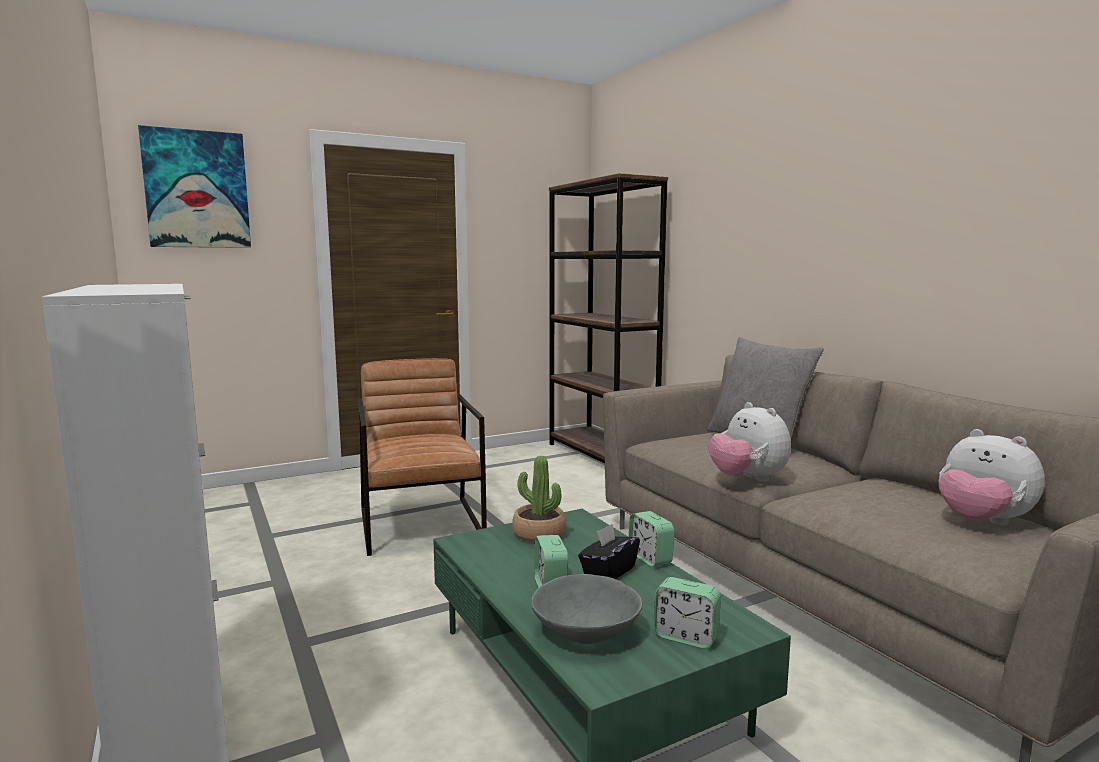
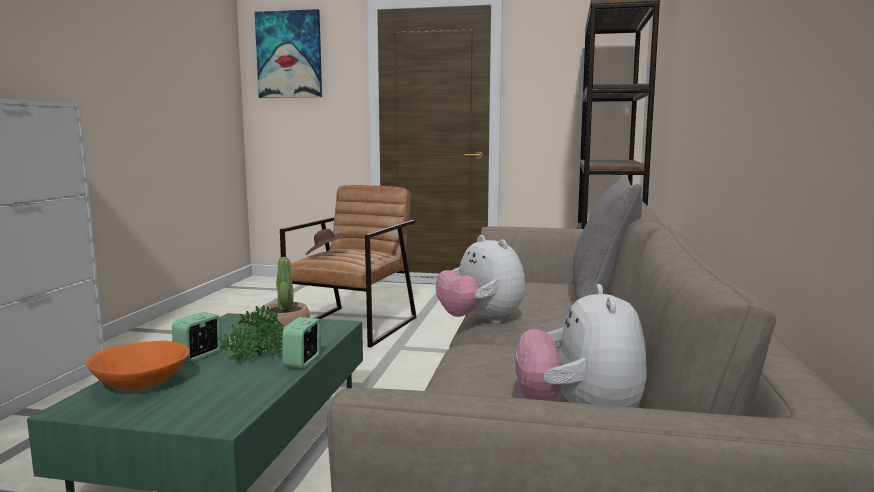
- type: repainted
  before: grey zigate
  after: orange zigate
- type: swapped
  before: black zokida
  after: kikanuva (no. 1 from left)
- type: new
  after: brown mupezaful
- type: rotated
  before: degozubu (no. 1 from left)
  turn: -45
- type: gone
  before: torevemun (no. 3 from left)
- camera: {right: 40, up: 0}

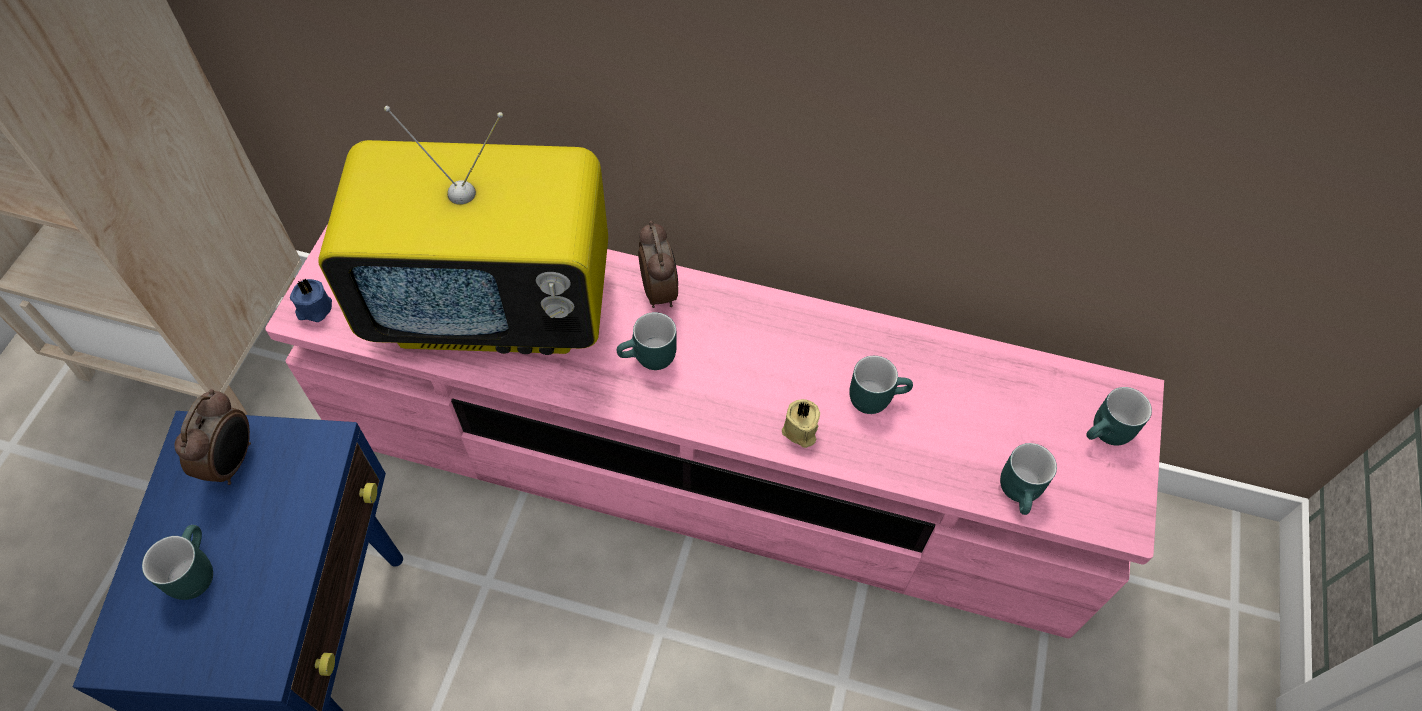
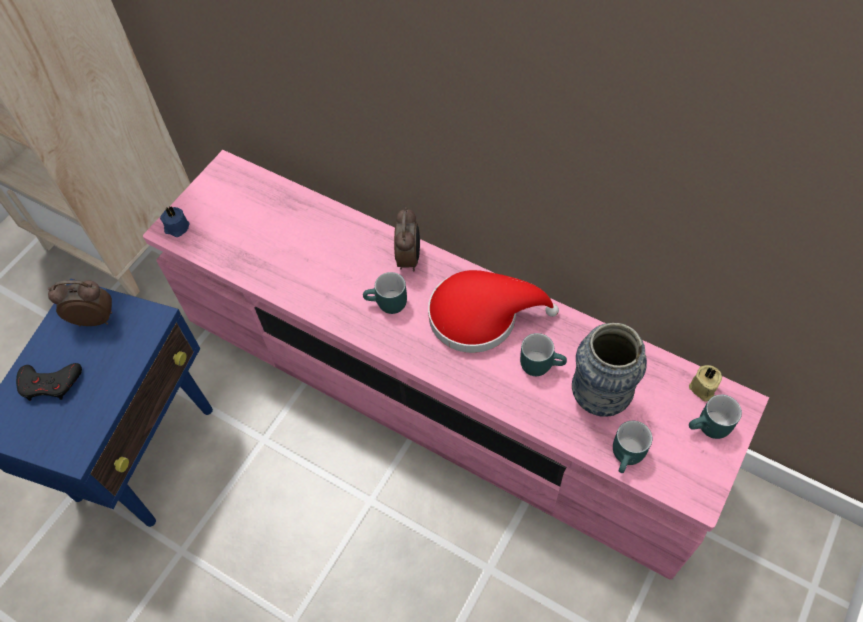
- type: swapped
  before: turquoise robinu (no. 1 from left)
  after: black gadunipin
- type: rotated
  before: torevemun (no. 1 from left)
  turn: -120
- type: new
  after: red mupezaful
- type: new
  after: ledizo
- type: shifted
  before: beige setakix
- type: gone
  before: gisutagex
- camera: {right: 20, up: 0}

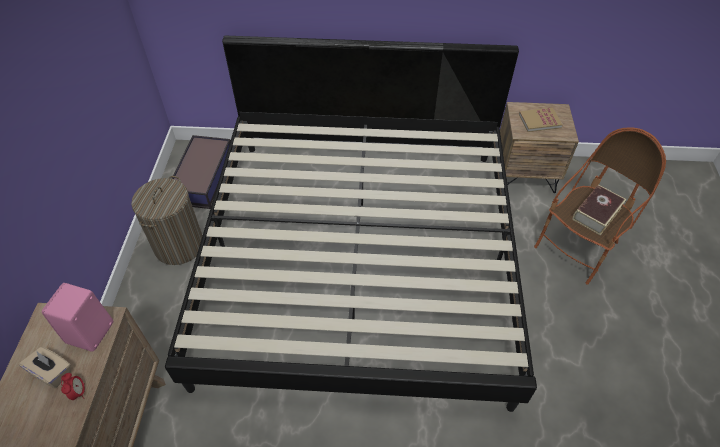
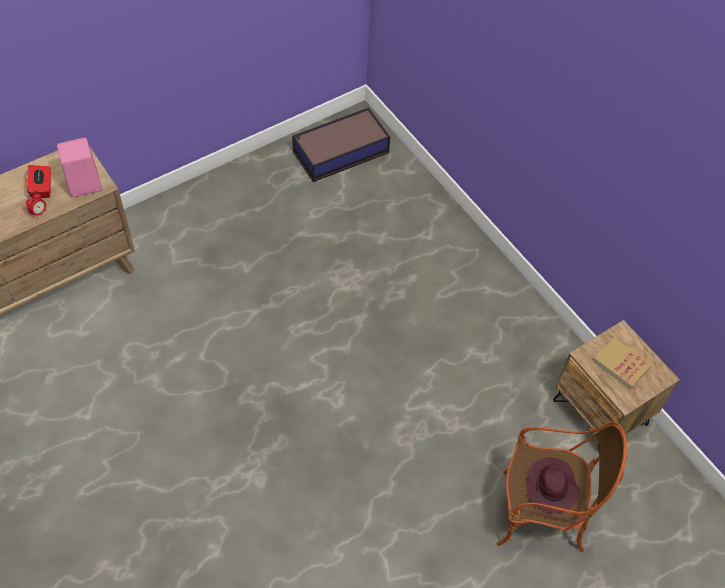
- type: repainted
  before: beige zokida
  after: red zokida
- type: swapped
  before: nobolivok (no. 2 from left)
  after: purple mupezaful
- type: gone
  before: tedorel
- type: gone
  before: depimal
- camera: {right: 50, up: 5}

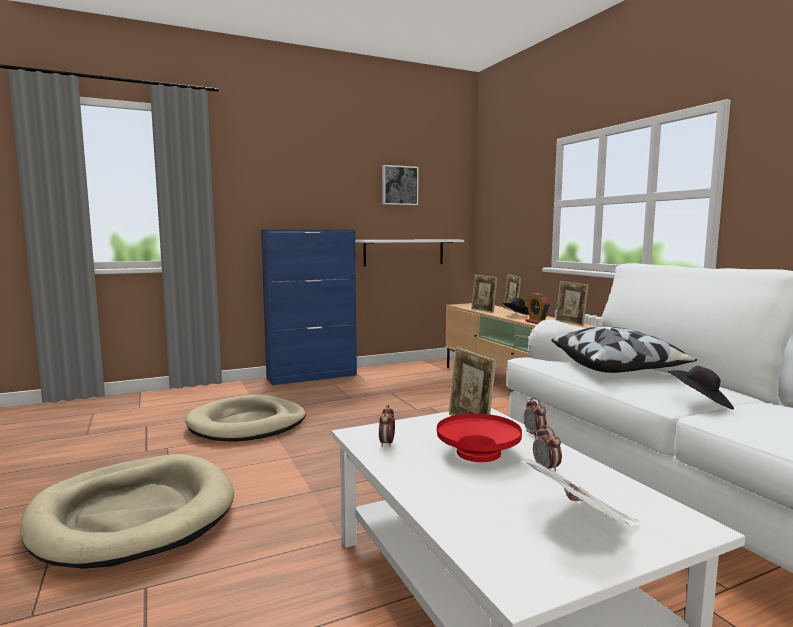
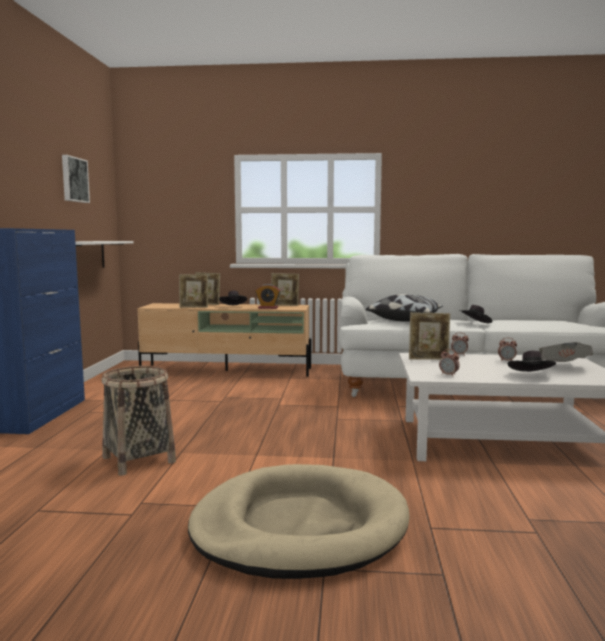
- type: swapped
  before: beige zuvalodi (no. 2 from left)
  after: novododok
- type: new
  after: black mupezaful (no. 3 from left)
- type: gone
  before: red zigate
- camera: {right: -60, up: 0}

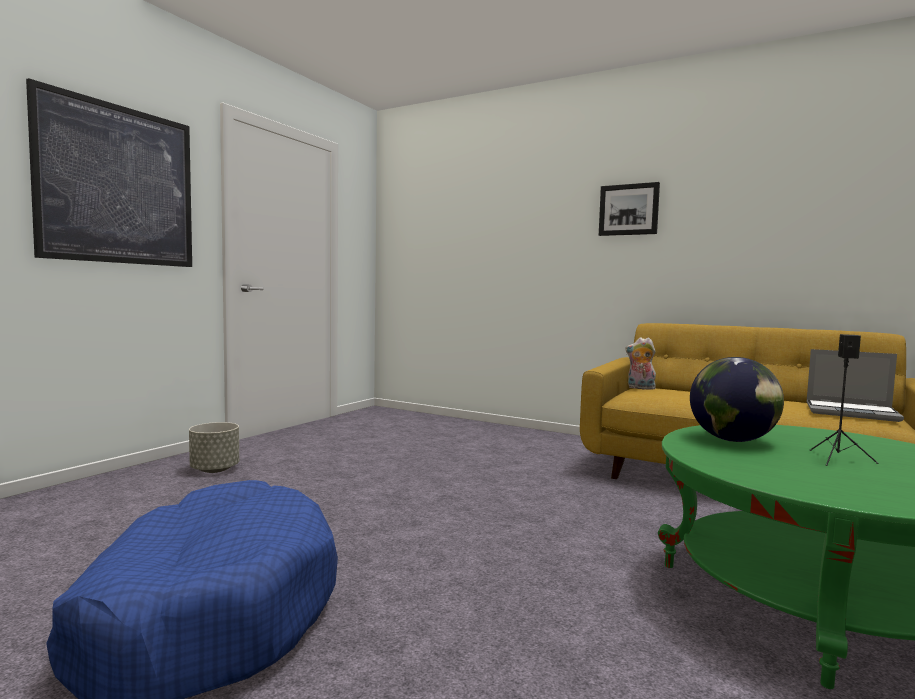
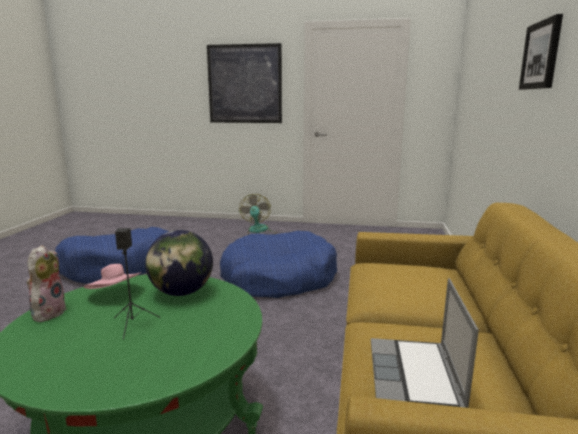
- type: shifted
  before: degozubu
- type: new
  after: pink mupezaful
- type: new
  after: blue zuvalodi (no. 2 from left)
- type: swapped
  before: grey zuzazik
  after: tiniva
- camera: {right: 70, up: 10}

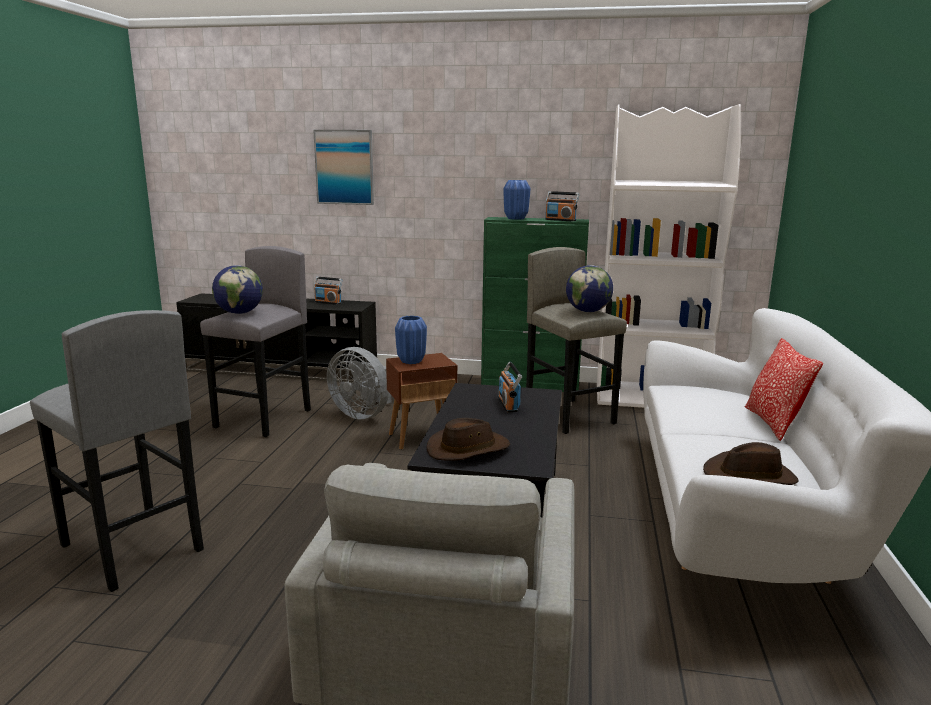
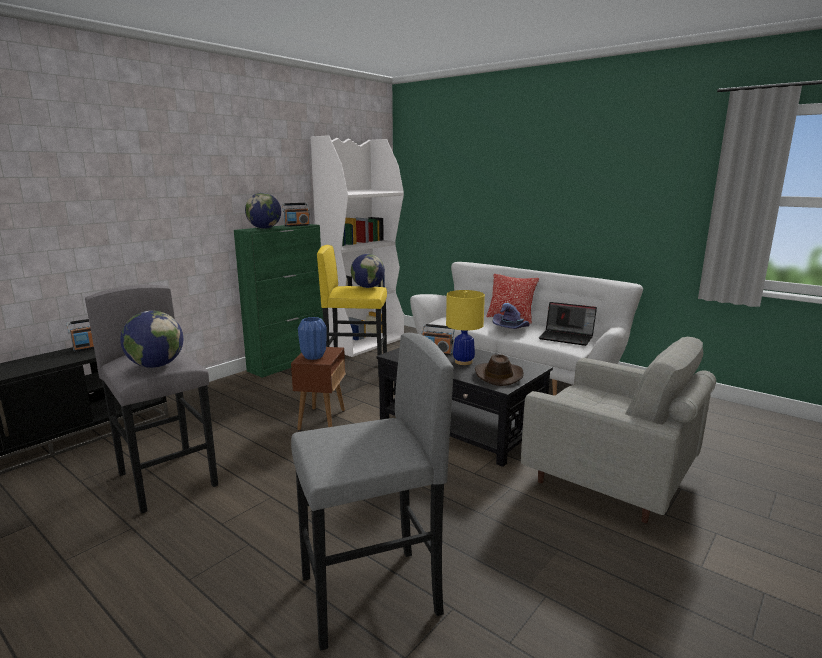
- type: swapped
  before: blue ledizo (no. 2 from left)
  after: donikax (no. 2 from left)
- type: repainted
  before: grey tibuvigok (no. 3 from left)
  after: yellow tibuvigok
- type: new
  after: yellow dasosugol
- type: new
  after: purple mupezaful
- type: swapped
  before: brown mupezaful (no. 2 from left)
  after: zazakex
- type: gone
  before: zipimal
- type: gone
  before: grey tiniva
- camera: {right: -60, up: 0}

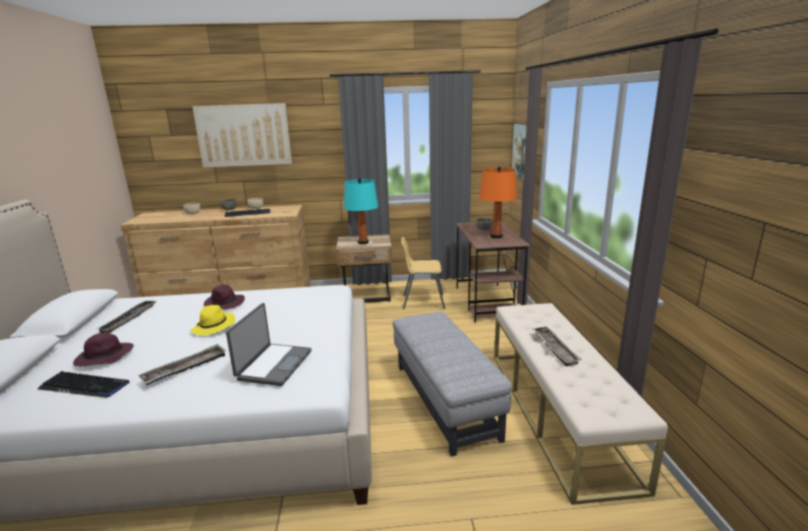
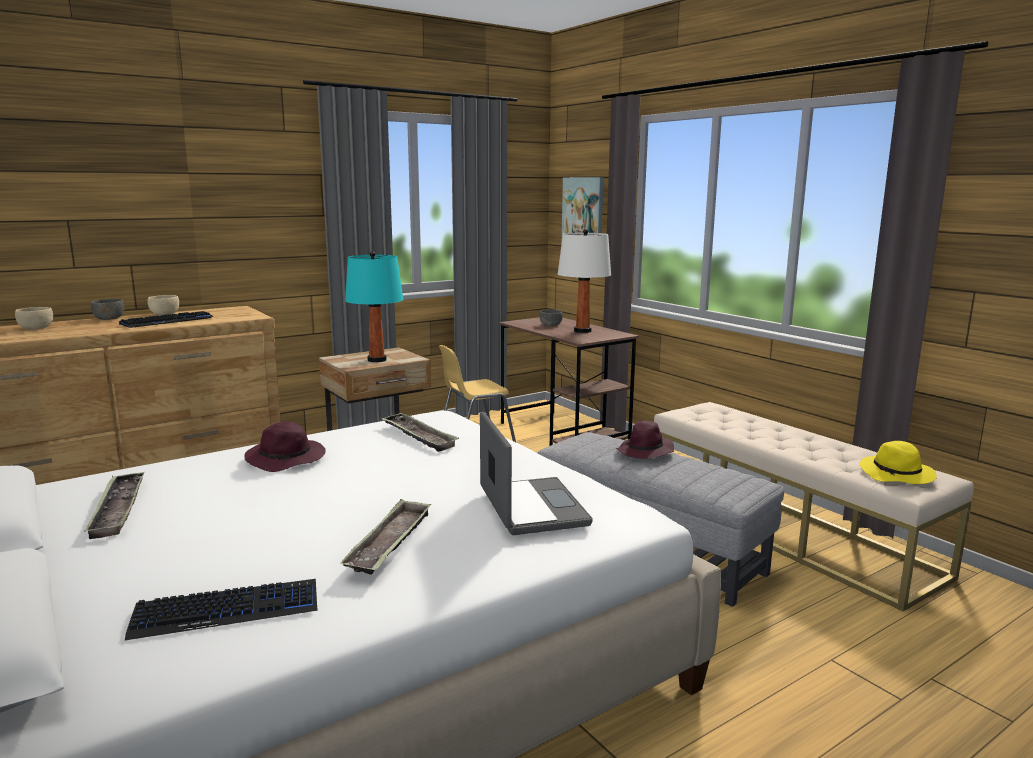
- type: shifted
  before: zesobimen (no. 3 from left)
- type: repainted
  before: orange dasosugol
  after: white dasosugol
- type: shifted
  before: purple mupezaful (no. 1 from left in the first image)
  after: purple mupezaful (no. 2 from left)
- type: shifted
  before: yellow mupezaful
- type: gone
  before: zipimal (no. 1 from left)
- camera: {right: -30, up: -5}

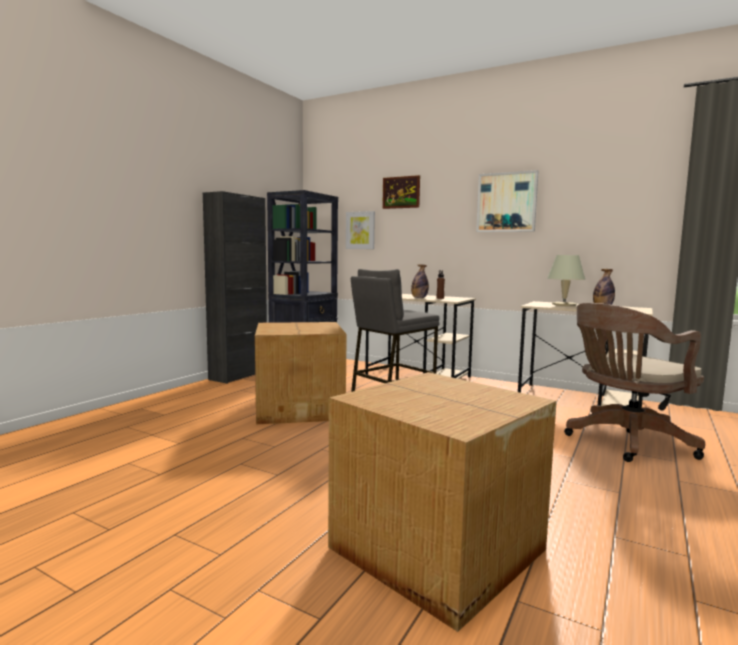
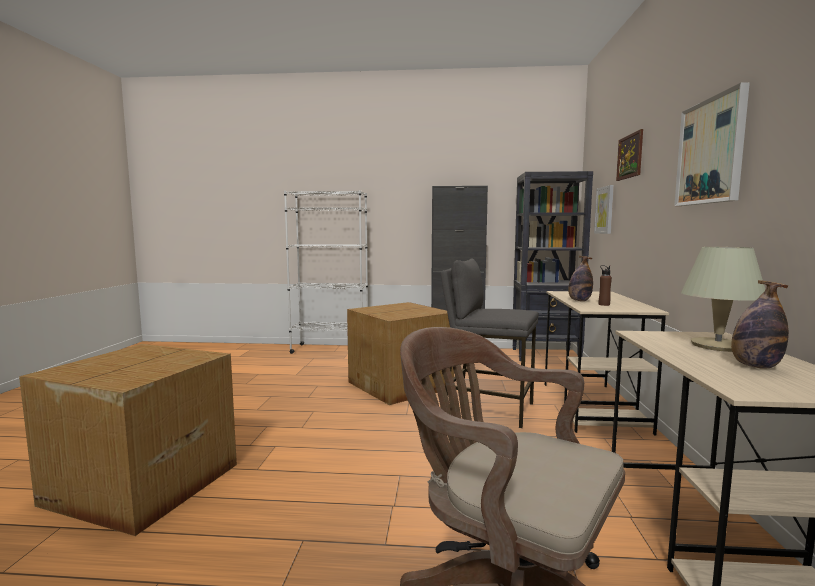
- type: new
  after: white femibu
- camera: {right: 65, up: 0}

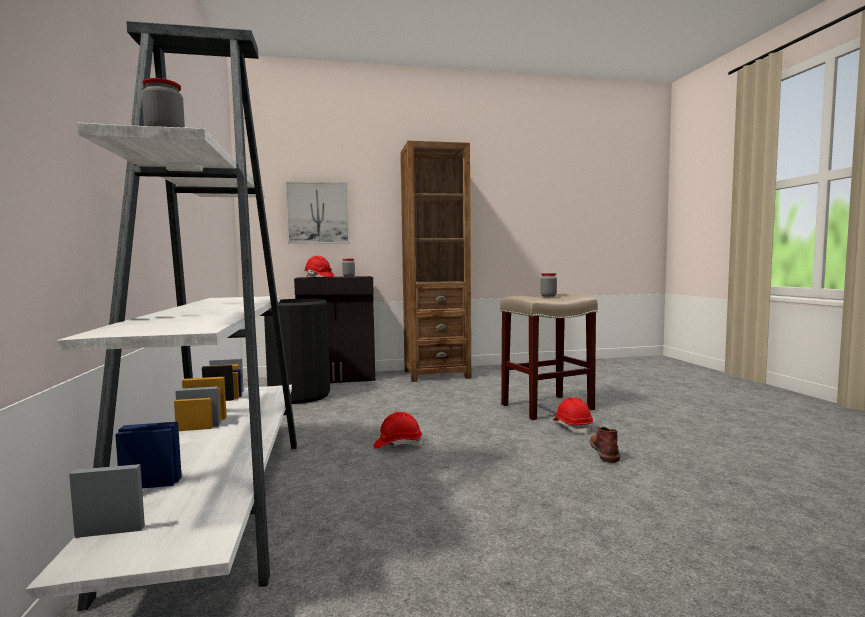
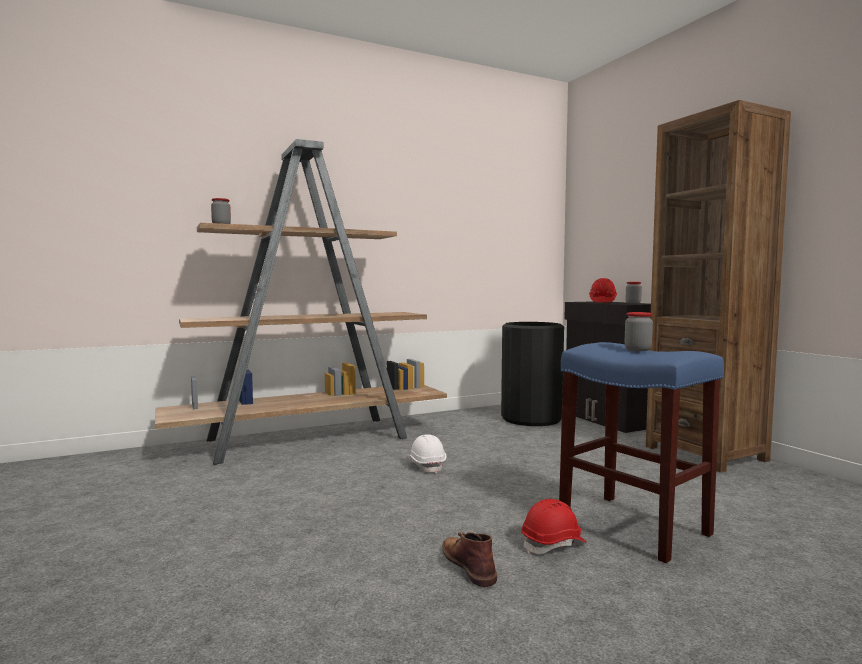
- type: repainted
  before: white femibu
  after: brown femibu (no. 1 from left)
- type: repainted
  before: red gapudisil (no. 2 from left)
  after: white gapudisil
- type: rotated
  before: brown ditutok
  turn: -105
- type: repainted
  before: beige tibuvigok
  after: blue tibuvigok
- type: gone
  before: zipimal
- camera: {right: 75, up: 0}

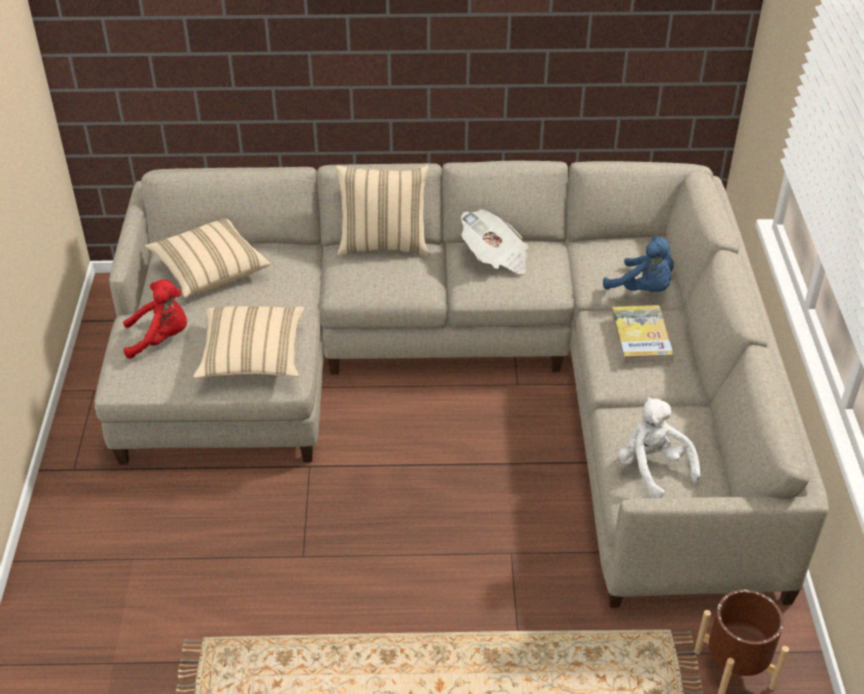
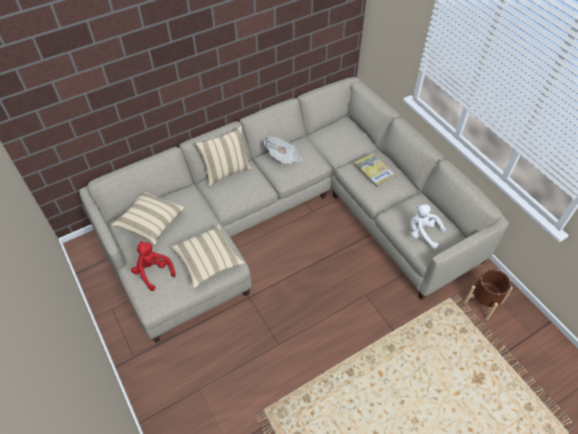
- type: rotated
  before: red degozubu
  turn: -90
- type: gone
  before: blue degozubu
- camera: {right: -30, up: 10}

